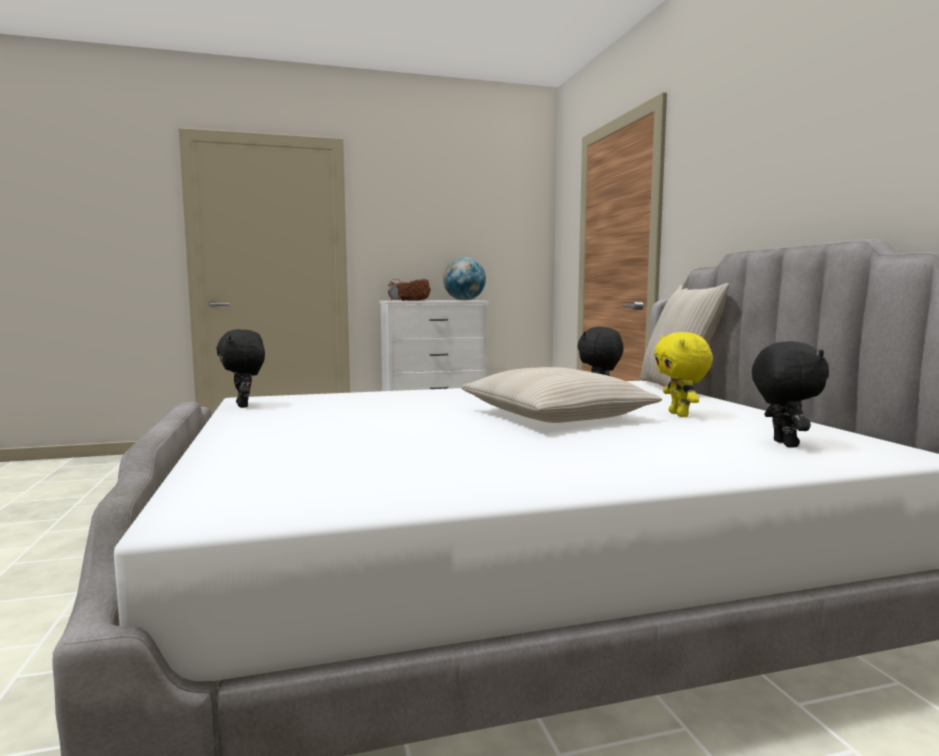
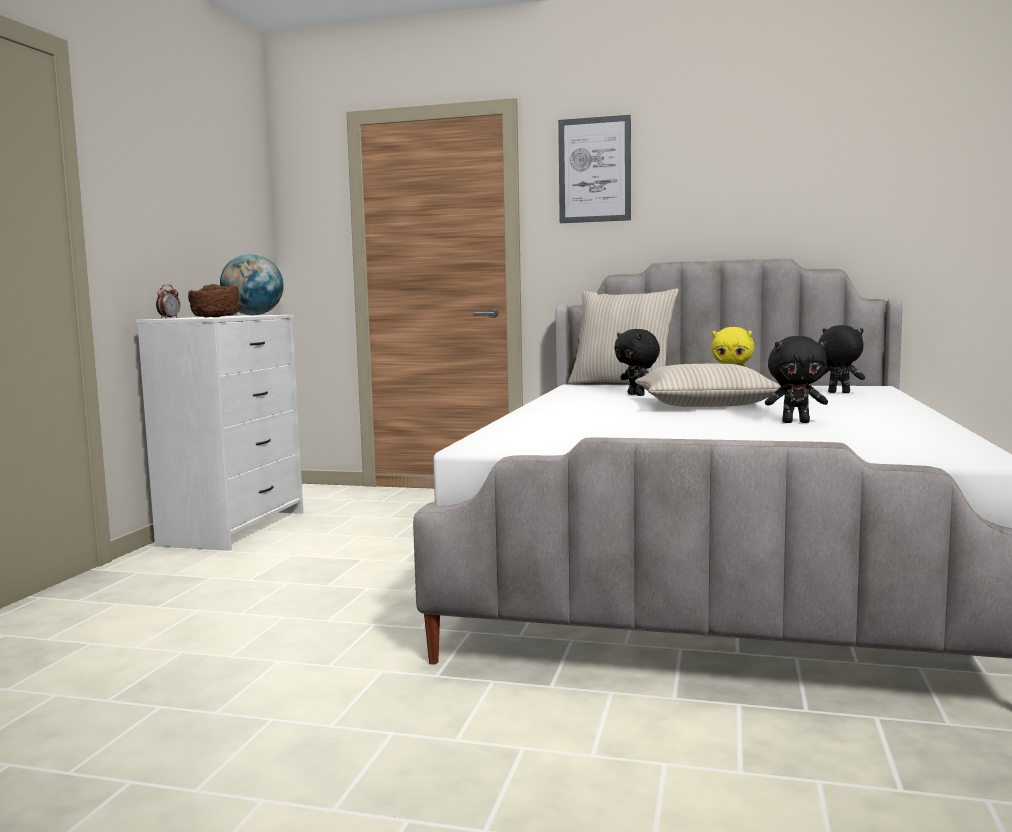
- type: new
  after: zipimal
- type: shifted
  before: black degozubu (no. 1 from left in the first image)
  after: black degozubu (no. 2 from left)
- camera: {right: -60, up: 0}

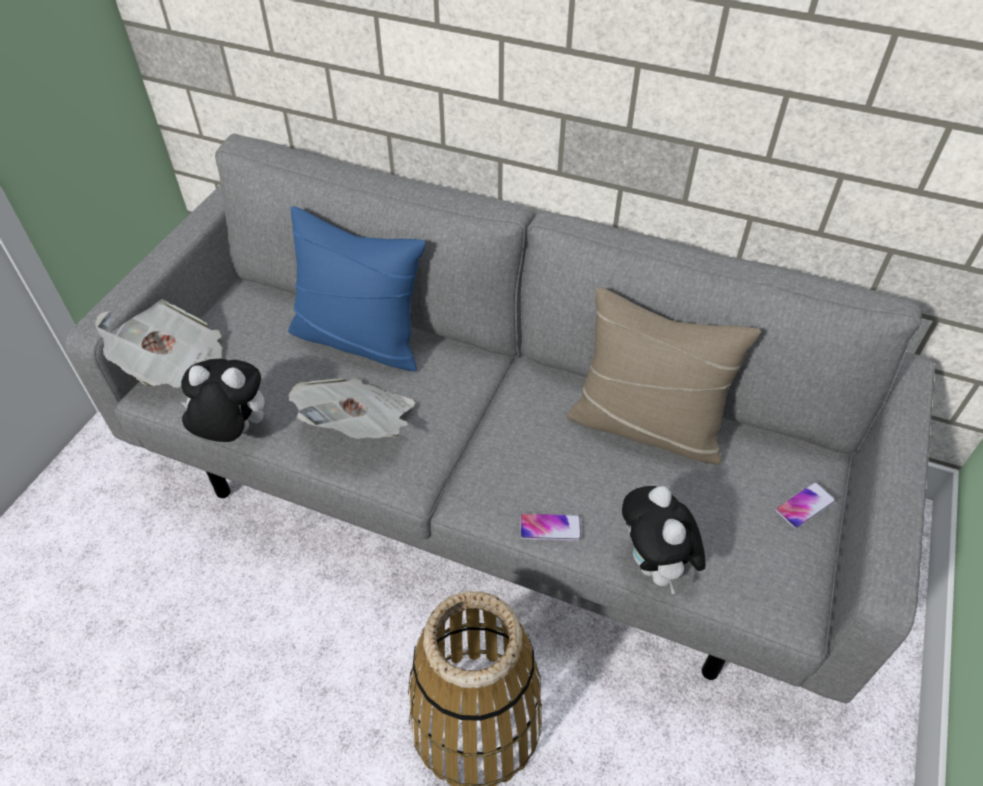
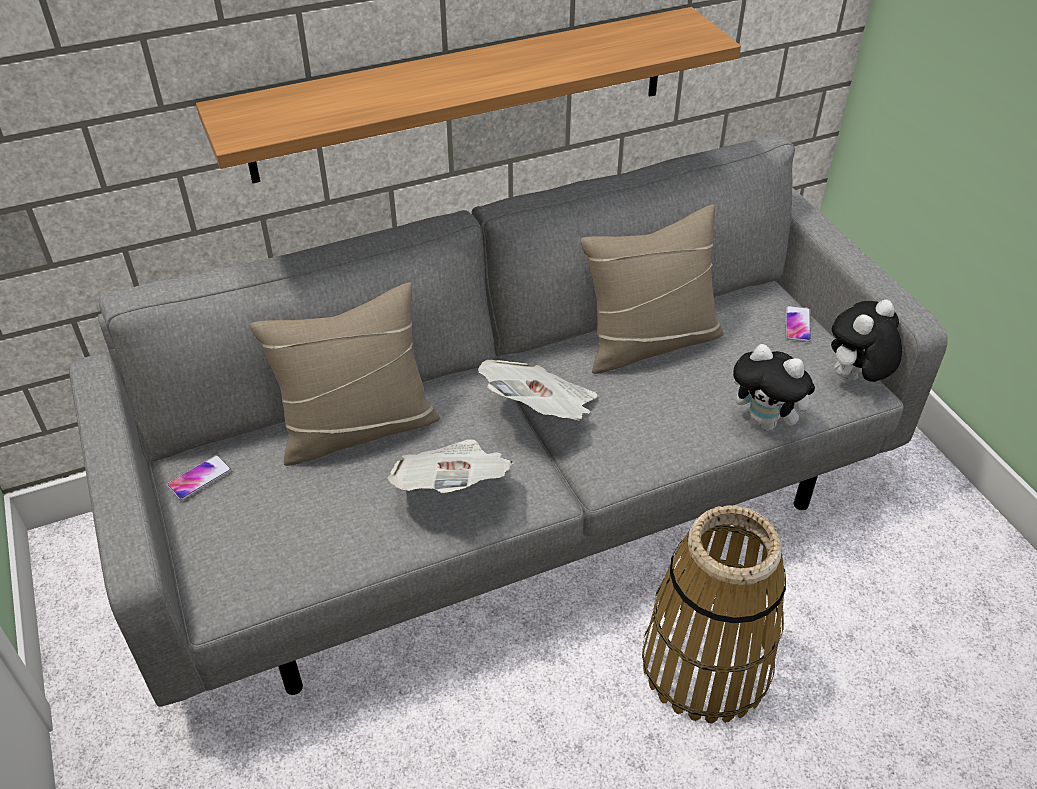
- type: shifted
  before: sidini (no. 1 from left)
- type: new
  after: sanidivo
- type: repainted
  before: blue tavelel
  after: beige tavelel (no. 1 from left)
- type: shifted
  before: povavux (no. 1 from left in the first image)
  after: povavux (no. 2 from left)
- type: shifted
  before: degozubu (no. 1 from left in the first image)
  after: degozubu (no. 2 from left)
- camera: {right: -45, up: -5}

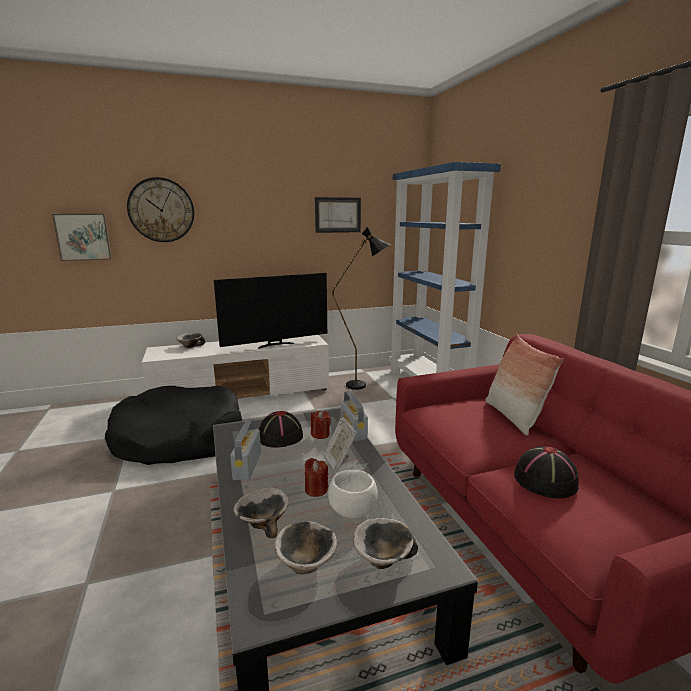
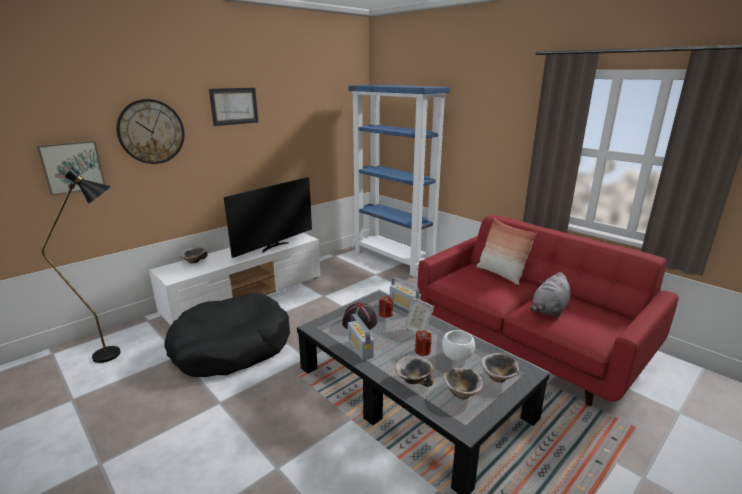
- type: shifted
  before: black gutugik
- type: shifted
  before: zipimal (no. 2 from left)
- type: swapped
  before: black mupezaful (no. 2 from left)
  after: grey degozubu
- camera: {right: -25, up: 5}

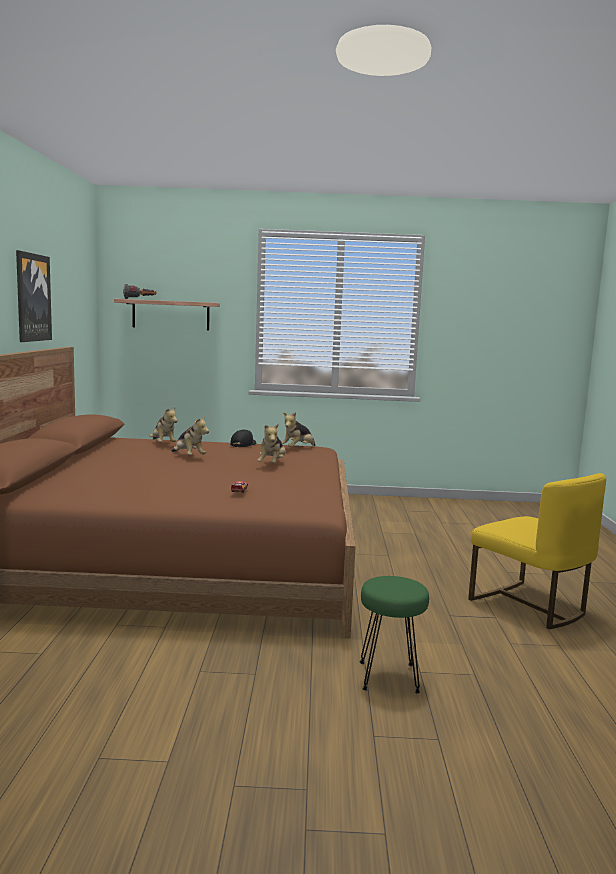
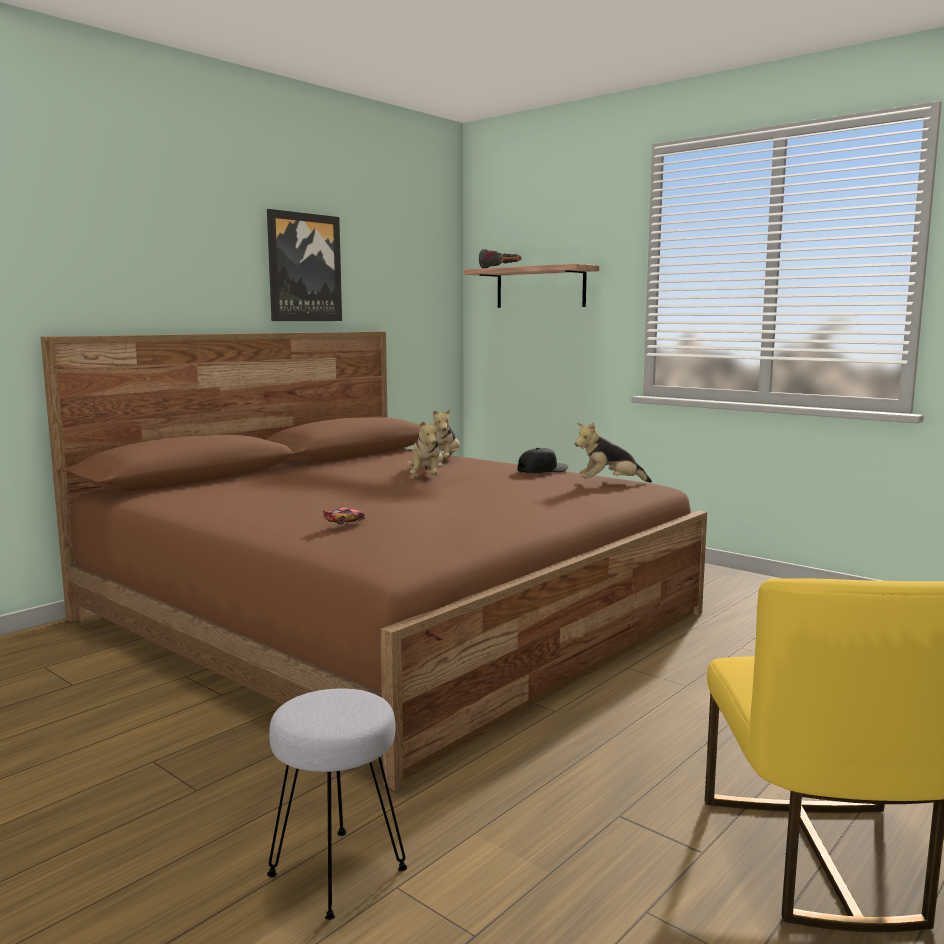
- type: repainted
  before: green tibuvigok
  after: grey tibuvigok
- type: gone
  before: degozubu (no. 3 from left)
- camera: {right: 40, up: 0}

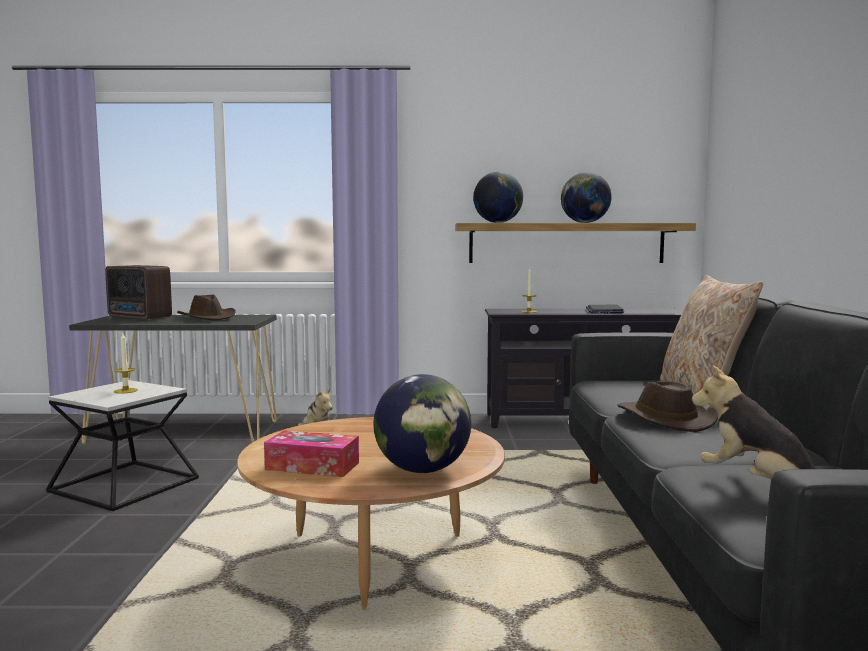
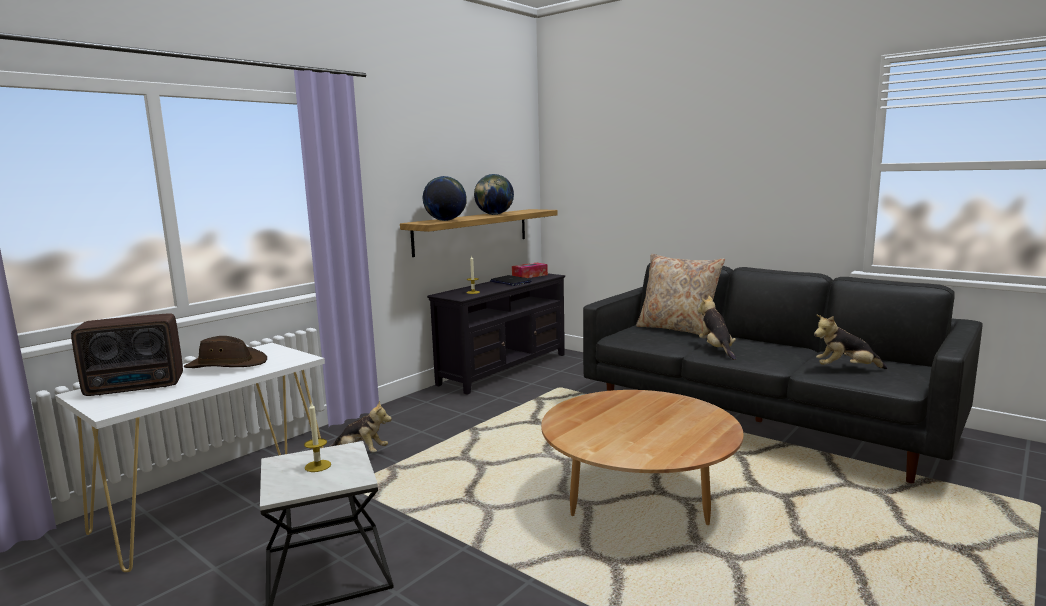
- type: repainted
  before: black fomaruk
  after: white fomaruk
- type: shifted
  before: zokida
- type: swapped
  before: brown mupezaful (no. 2 from left)
  after: degozubu (no. 2 from left)
- type: gone
  before: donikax (no. 1 from left)
- camera: {right: -50, up: 5}

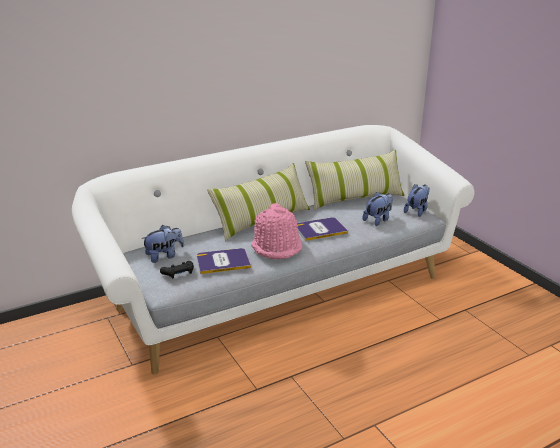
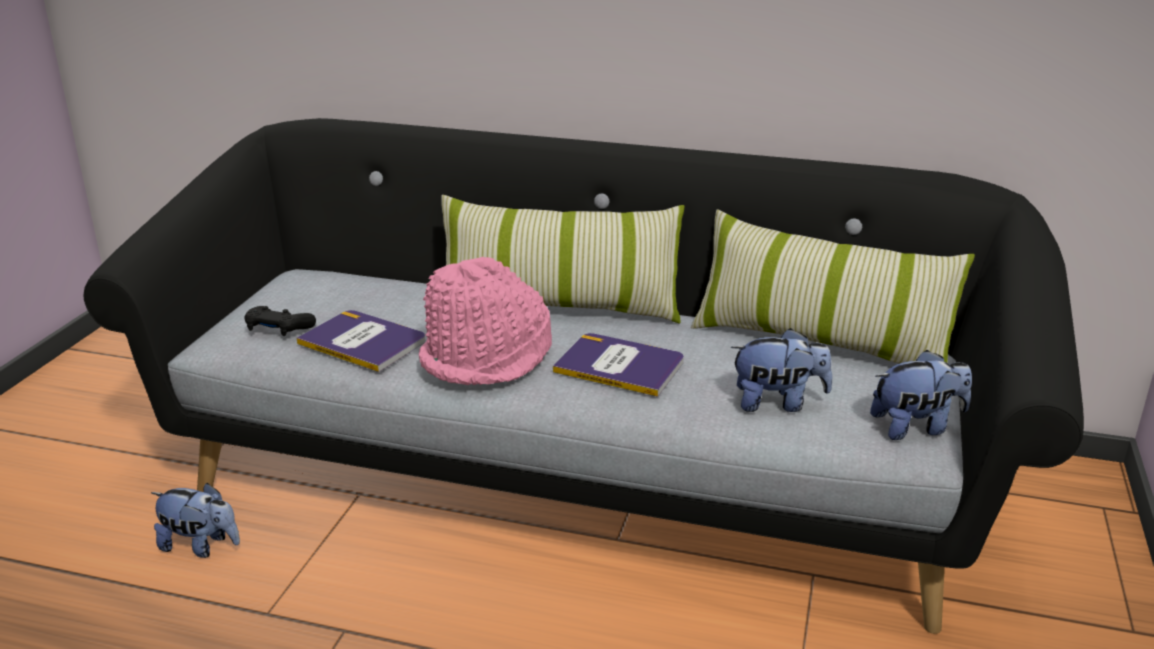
- type: repainted
  before: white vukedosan
  after: black vukedosan
- type: shifted
  before: degozubu (no. 1 from left)
- camera: {right: 45, up: 0}

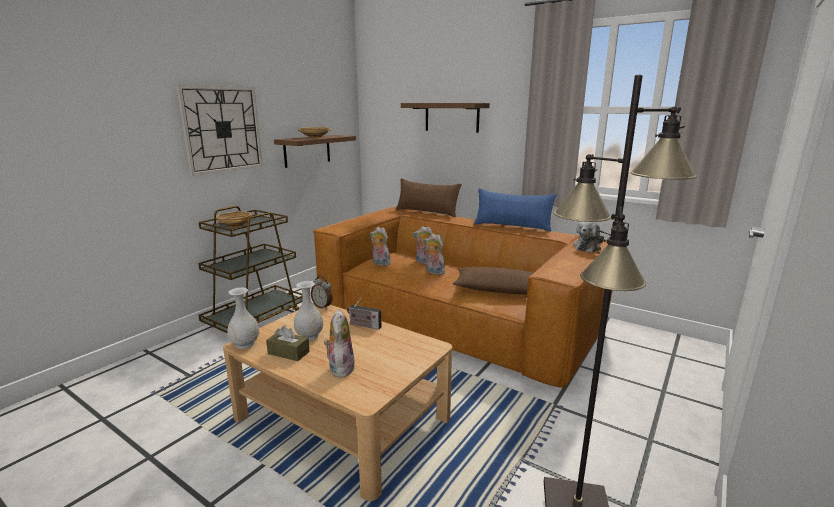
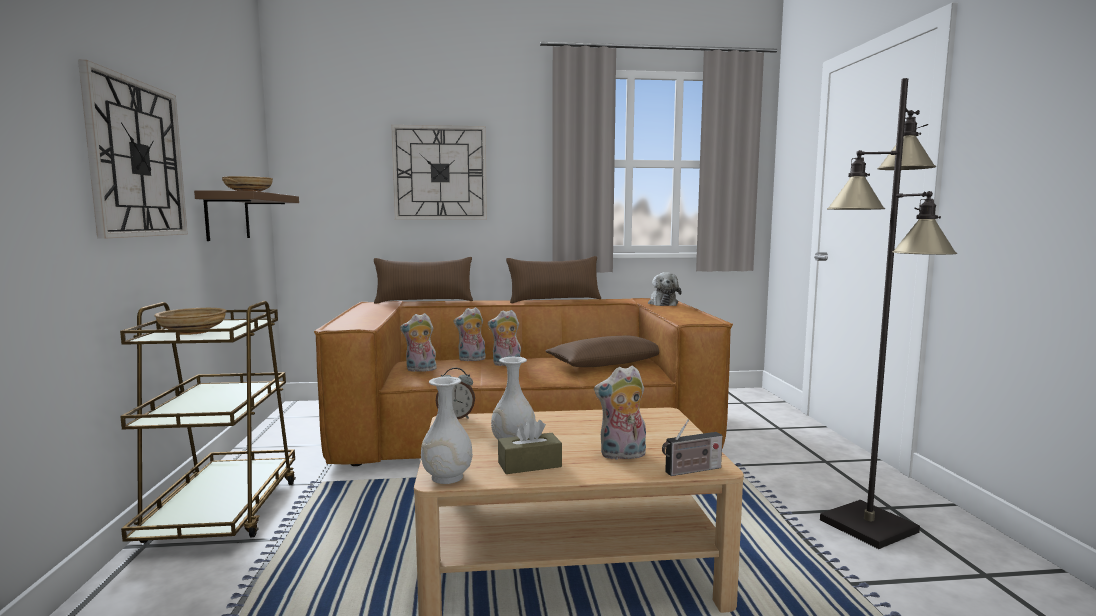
- type: swapped
  before: brown sanidivo (no. 2 from left)
  after: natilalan (no. 2 from left)
- type: repainted
  before: blue tavelel
  after: brown tavelel (no. 2 from left)
- type: rotated
  before: degozubu (no. 1 from left in the first image)
  turn: -60
- type: shifted
  before: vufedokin
- camera: {right: -40, up: -10}

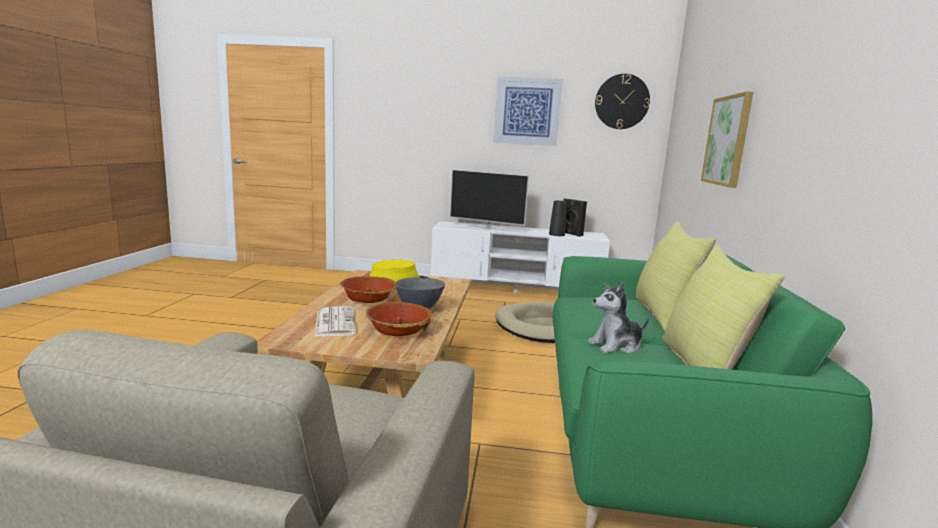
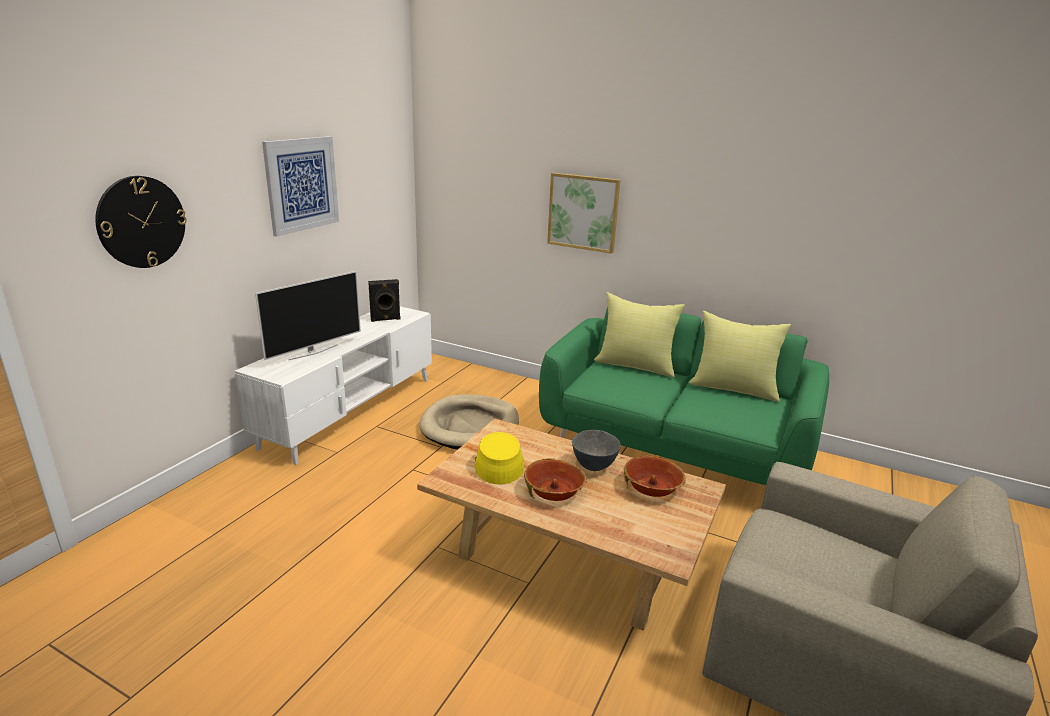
- type: shifted
  before: natilalan
- type: gone
  before: povavux
- type: gone
  before: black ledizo
- type: gone
  before: degozubu
- camera: {right: -70, up: 10}

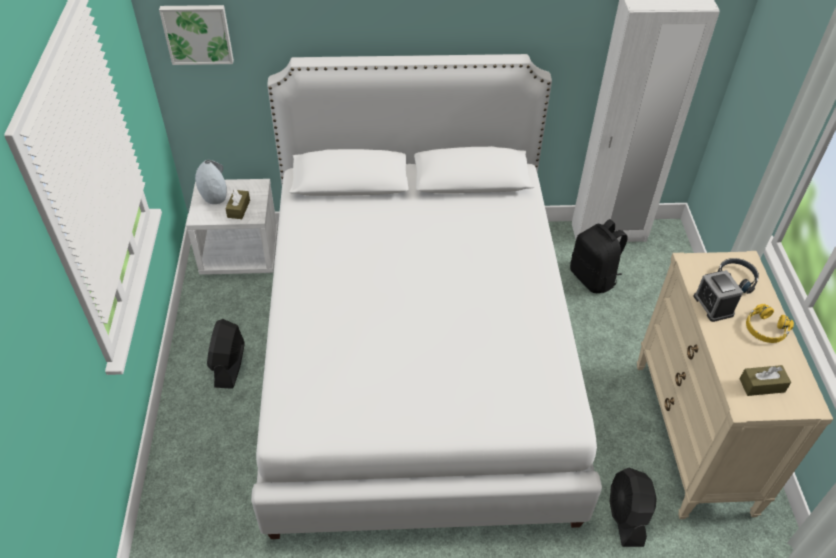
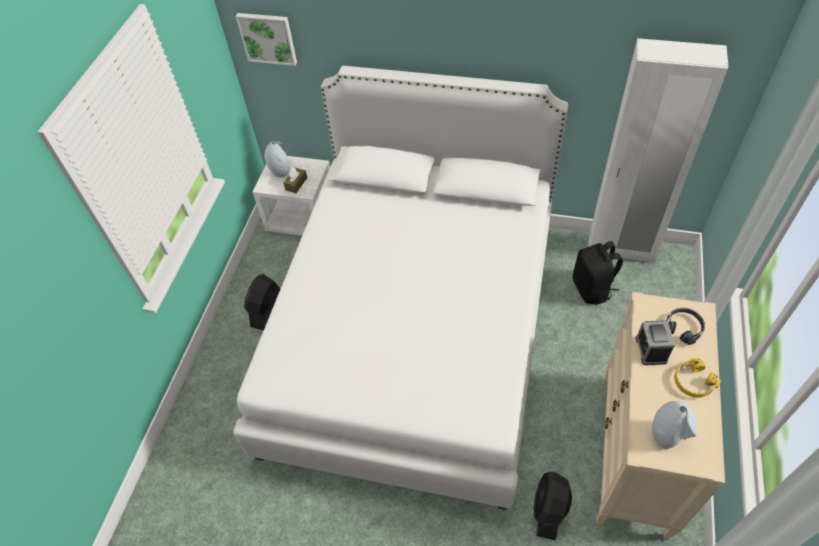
- type: swapped
  before: brown zokida (no. 2 from left)
  after: grey ledizo (no. 2 from left)
- camera: {right: 20, up: 5}

